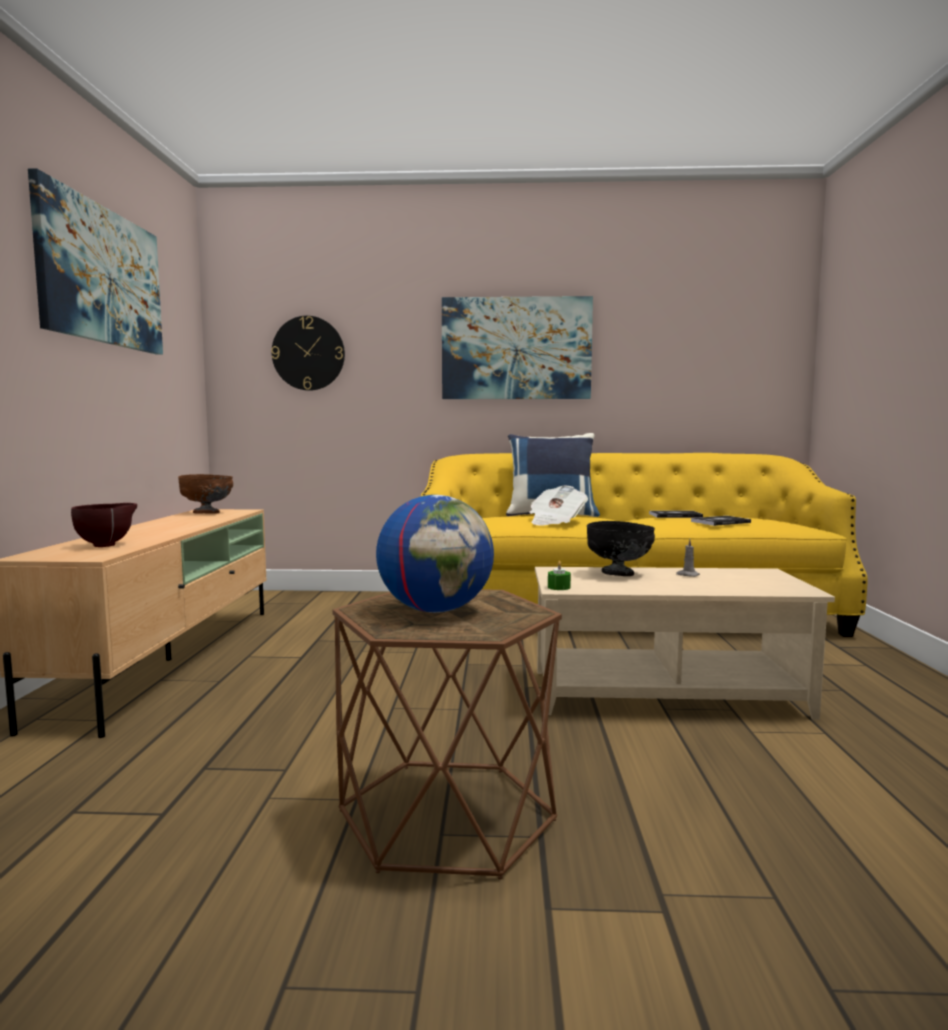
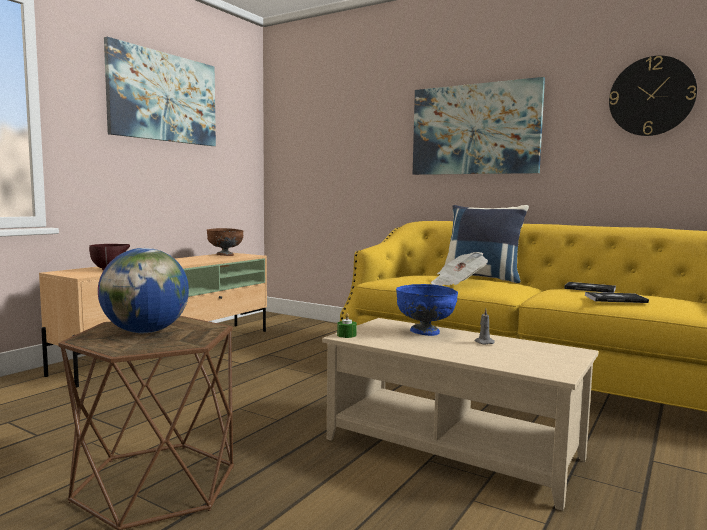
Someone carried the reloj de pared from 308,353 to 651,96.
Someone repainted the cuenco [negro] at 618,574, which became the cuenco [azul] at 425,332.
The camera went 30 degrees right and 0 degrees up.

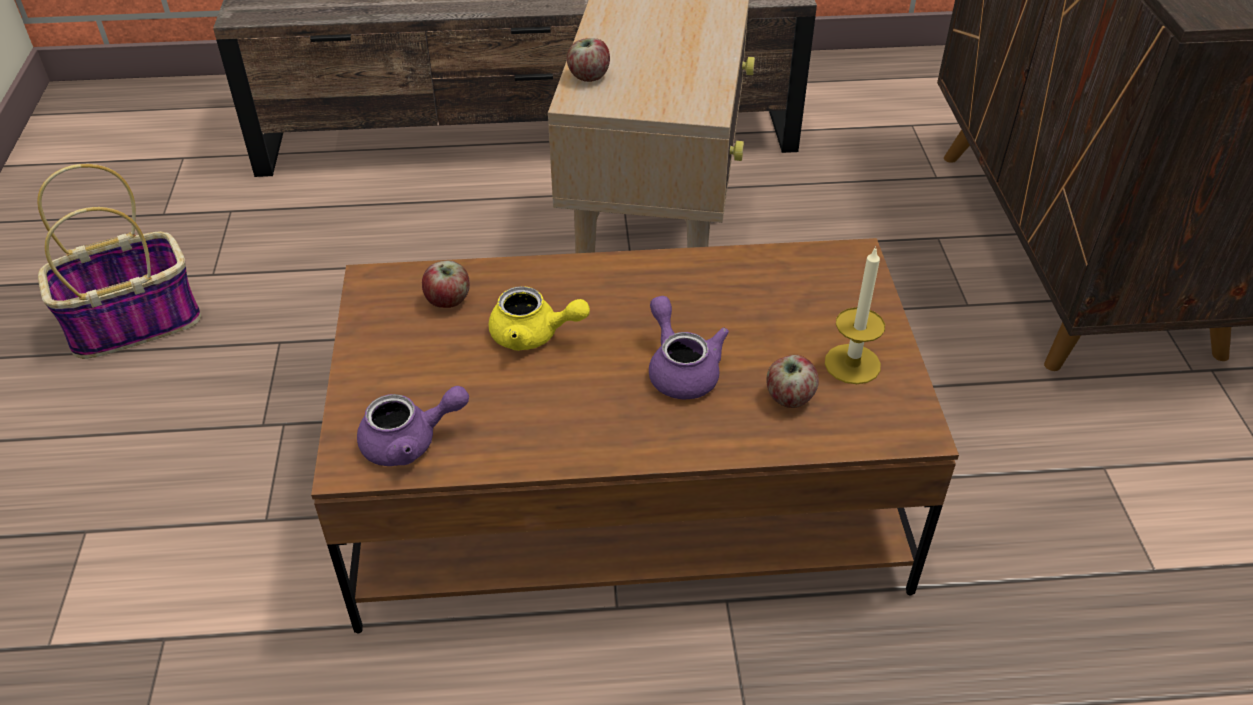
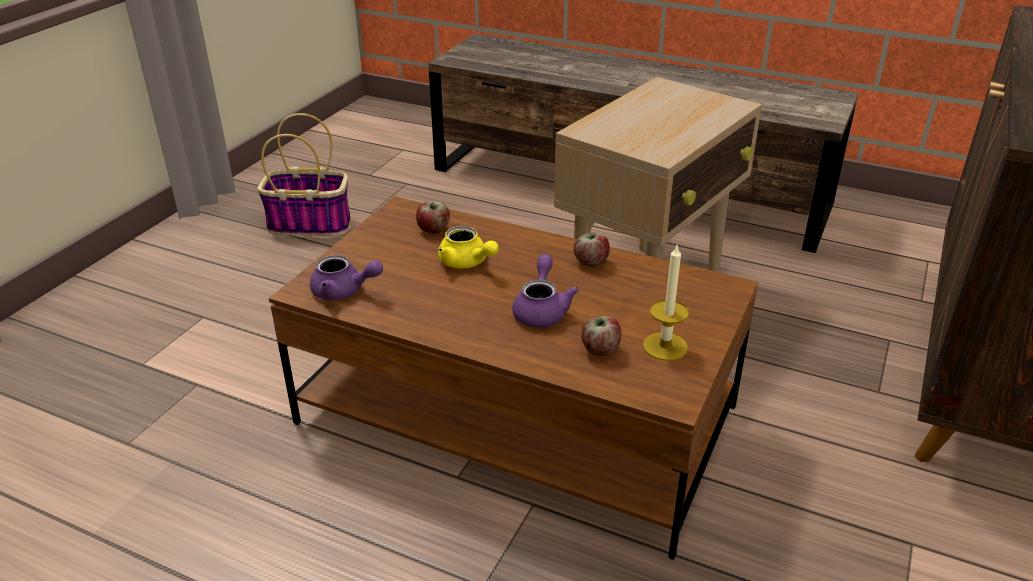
Someone carried the manzana from 588,76 to 591,262.
The camera went 30 degrees right and 10 degrees down.

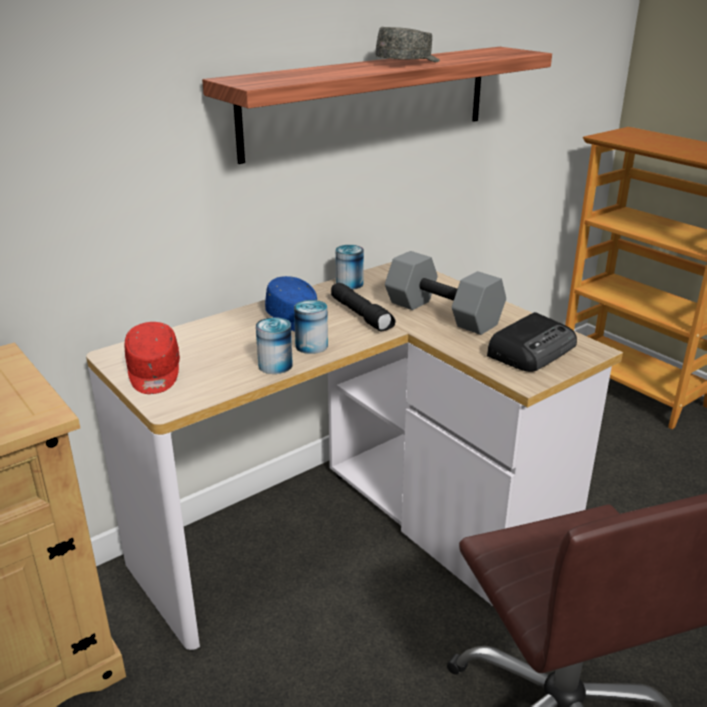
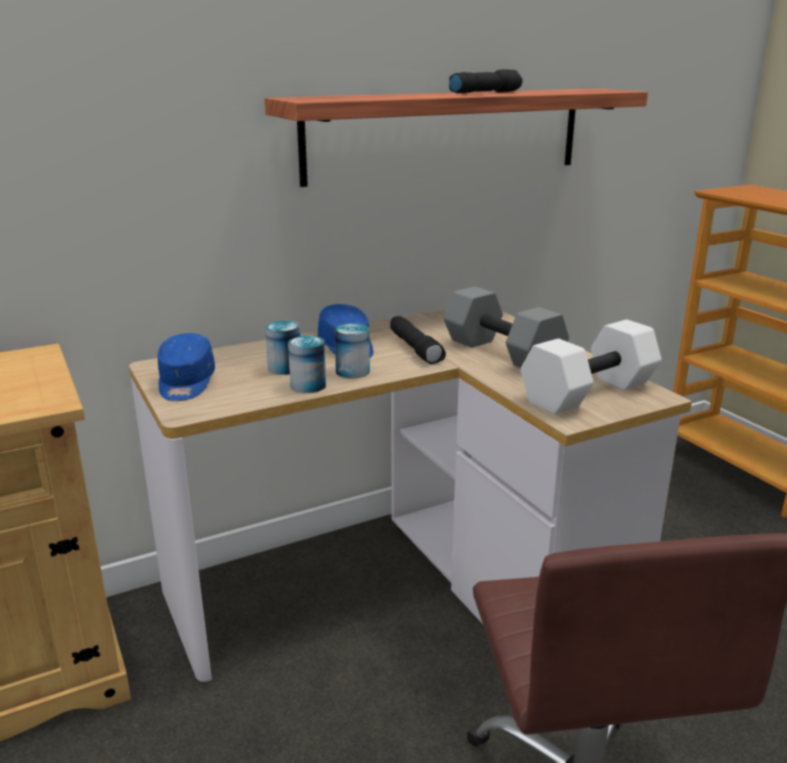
Someone carried the lata from 349,284 to 285,368.
Someone swapped the gorra [gris] at 409,62 for the linterna [negro] at 485,93.
Someone swapped the radio at 532,350 for the mancuerna [blanco] at 588,391.
Someone repainted the gorra [rojo] at 154,373, which became the gorra [azul] at 186,383.
The camera went 10 degrees right and 5 degrees down.

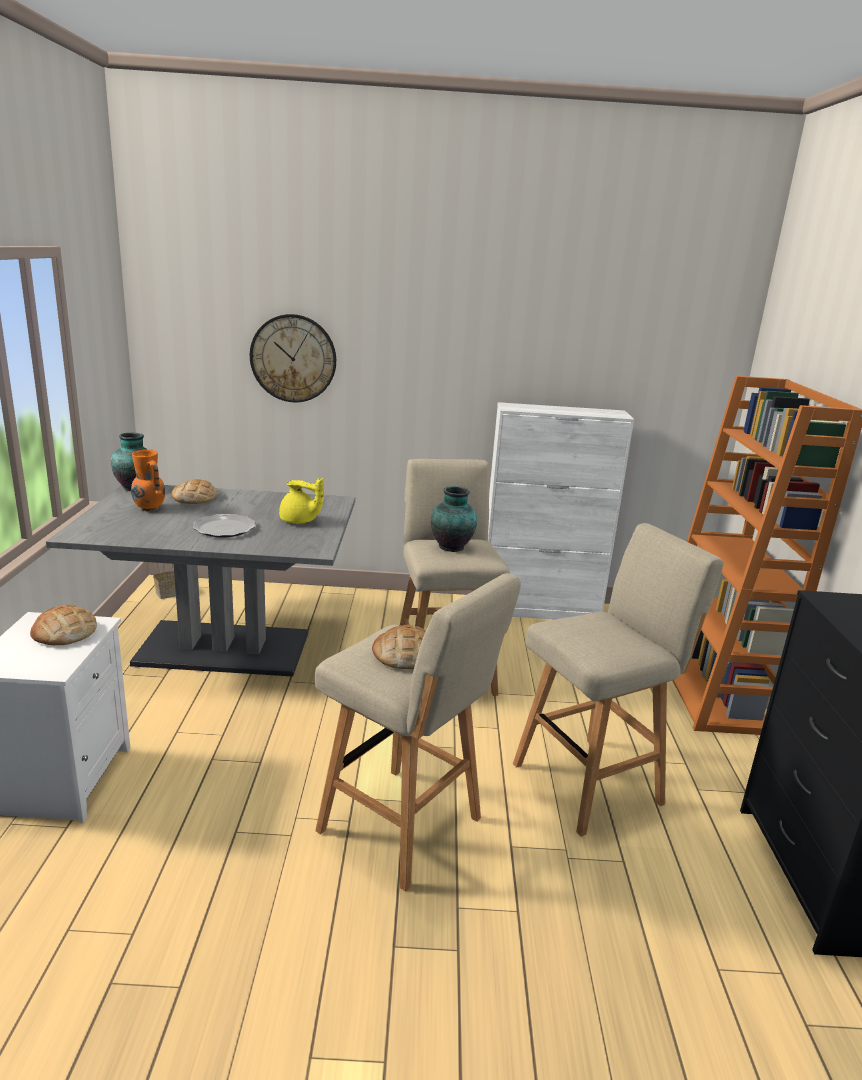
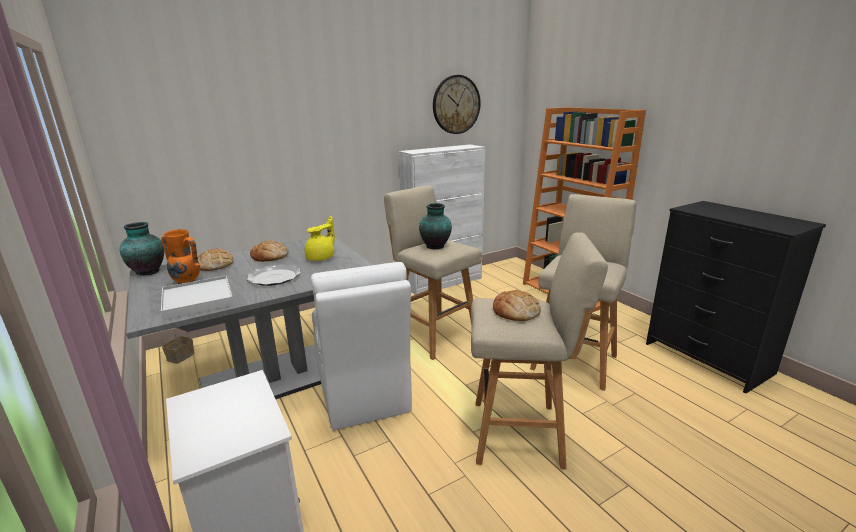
Someone put down the bandeja [blanco] at 198,300.
Someone put down the silla [blanco] at 363,393.
Someone carried the pan from 64,632 to 270,256.
Someone carried the reloj de pared from 293,358 to 456,104.
Someone rotated the tetera [amarillo] at 299,521 by 45 degrees counterclockwise.
The camera went 30 degrees left and 0 degrees up.

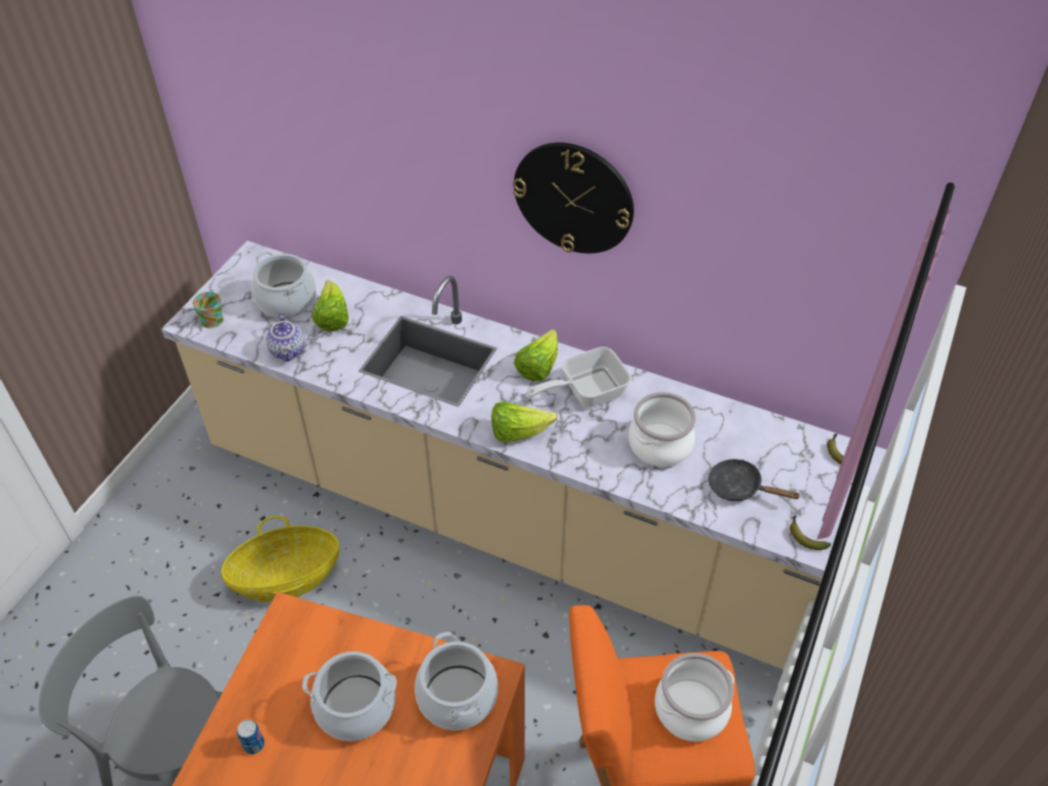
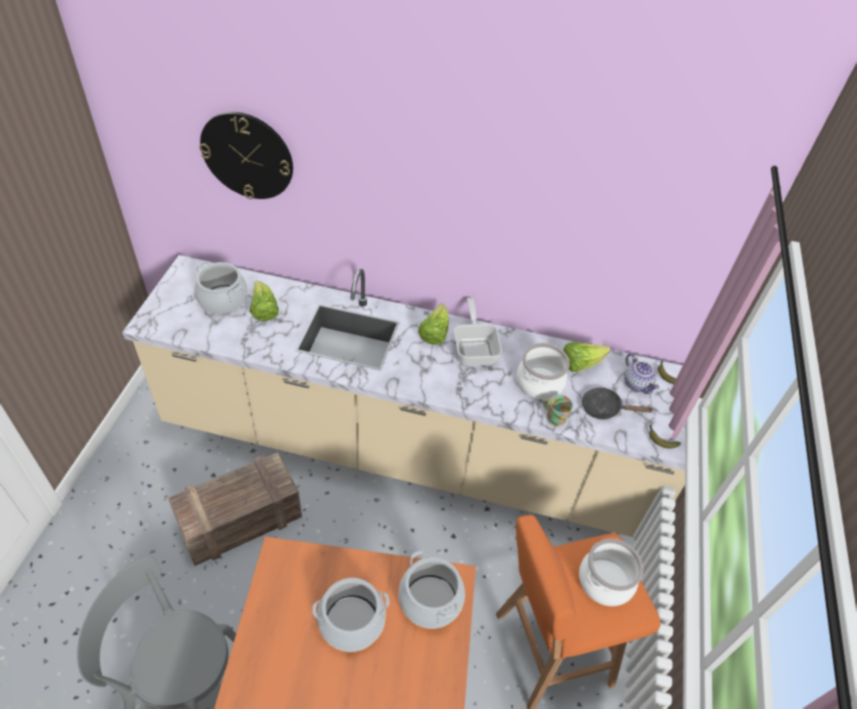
Someone took away the lata at 254,744.
Someone carried the taza grande from 210,318 to 553,416.
Someone carried the tetera from 289,351 to 637,384.
Someone carried the lechuga from 518,432 to 580,364.
Someone carried the reloj de pared from 574,198 to 247,156.
Someone swapped the cesta at 286,577 for the caja de embalaje at 242,520.
Someone rotated the sartén at 586,391 by 120 degrees clockwise.
The camera went 15 degrees left and 0 degrees up.

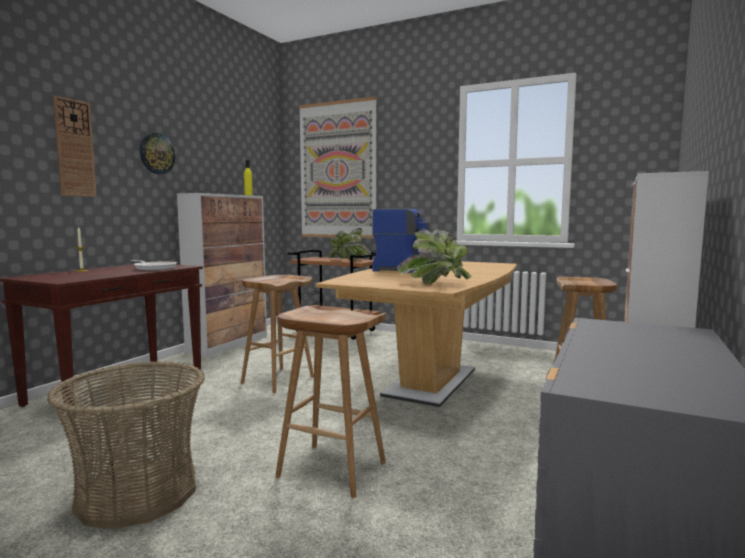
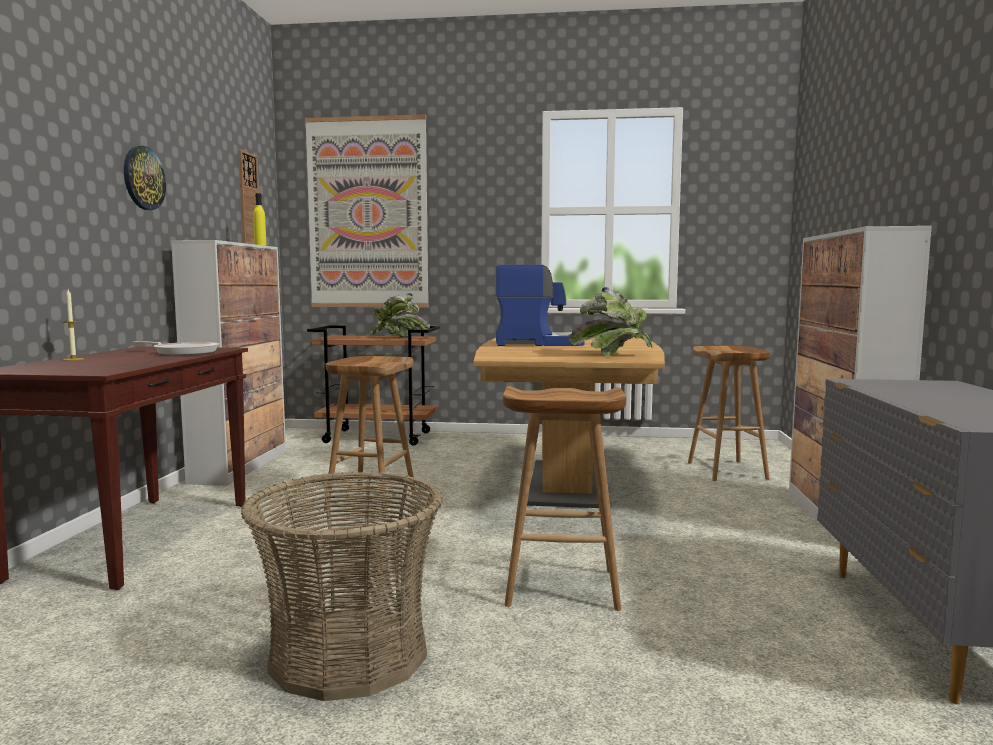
Someone carried the reloj de pared from 74,148 to 248,201.
The camera went 20 degrees left and 0 degrees up.

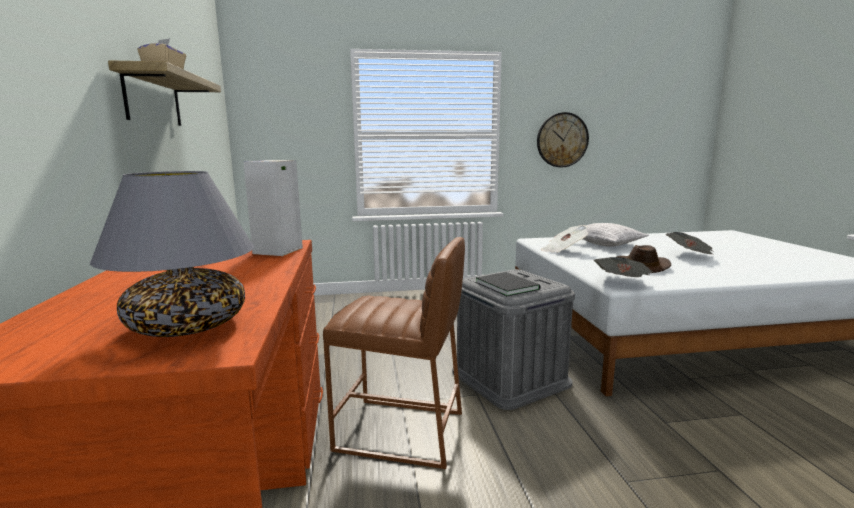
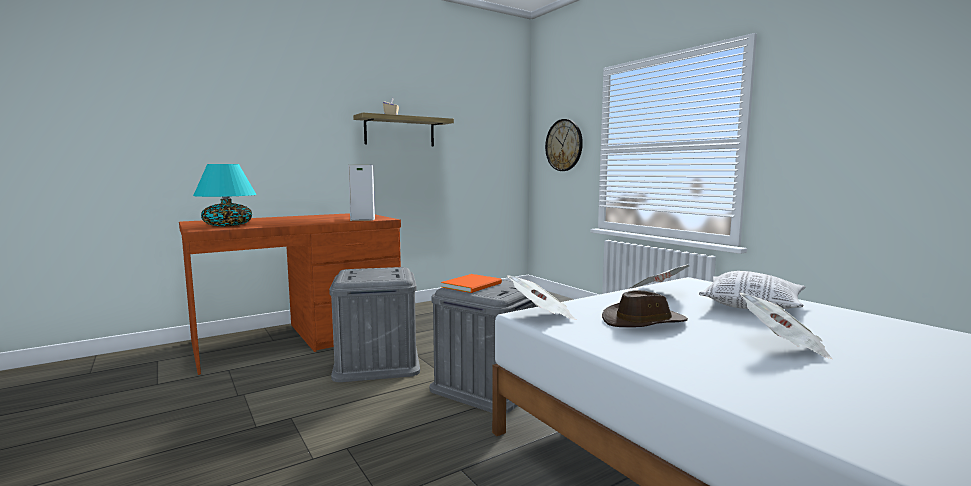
Someone carried the reloj de pared from 562,140 to 564,145.
Someone swapped the taburete [marrón] at 401,432 for the caja de almacenaje [gris] at 377,362.
Someone repainted the lámpara de mesa [gris] at 187,326, which became the lámpara de mesa [turquesa] at 227,225.
Someone repainted the libro [negro] at 507,285, which became the libro [naranja] at 473,285.
The camera went 65 degrees right and 5 degrees down.

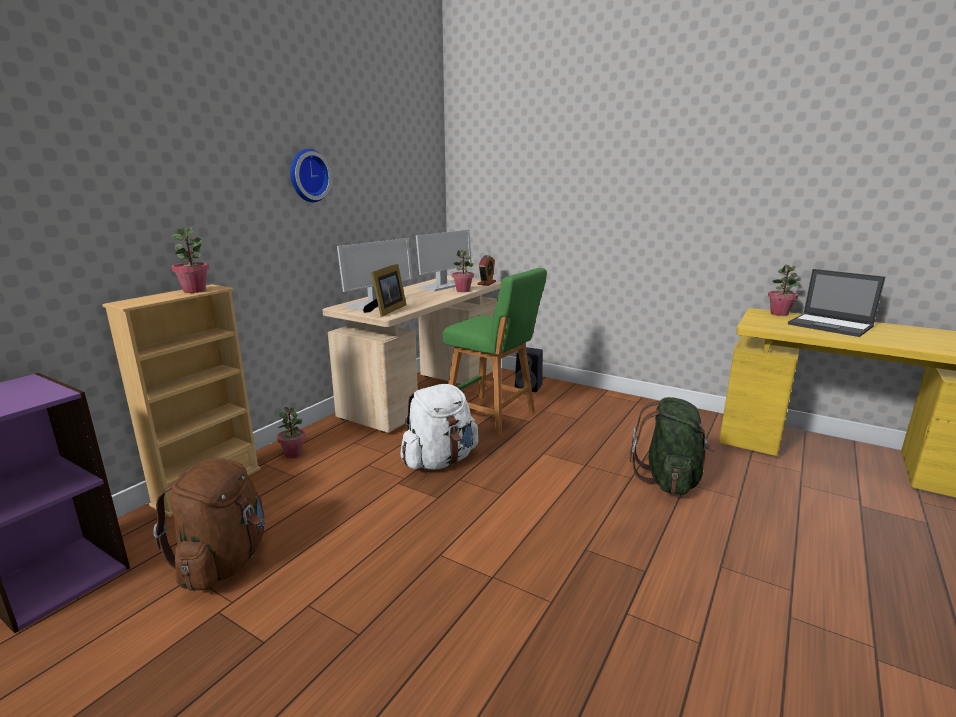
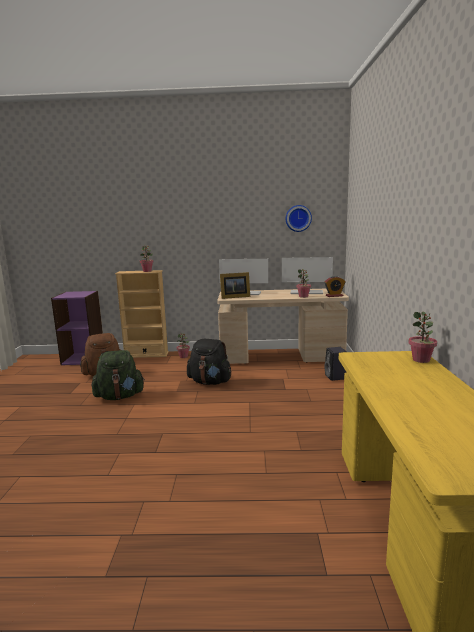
Someone took away the taburete [verde] at 493,416.
Someone took away the portátil at 831,326.
Someone carried the reloj de pared from 308,175 to 298,218.
Someone carried the mochila [verde] from 669,479 to 119,396.
Someone repainted the mochila [blanco] at 440,461, which became the mochila [negro] at 210,382.
The camera went 60 degrees right and 5 degrees down.

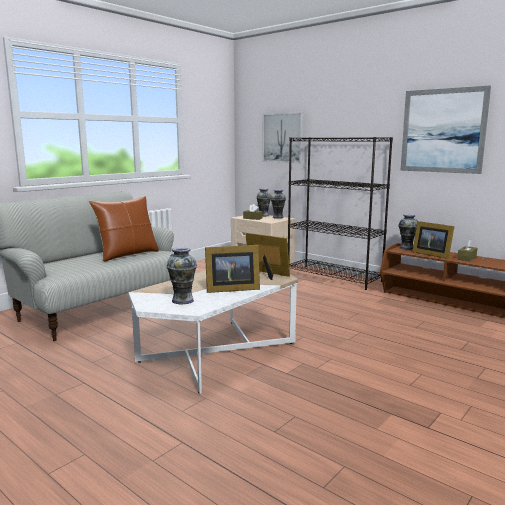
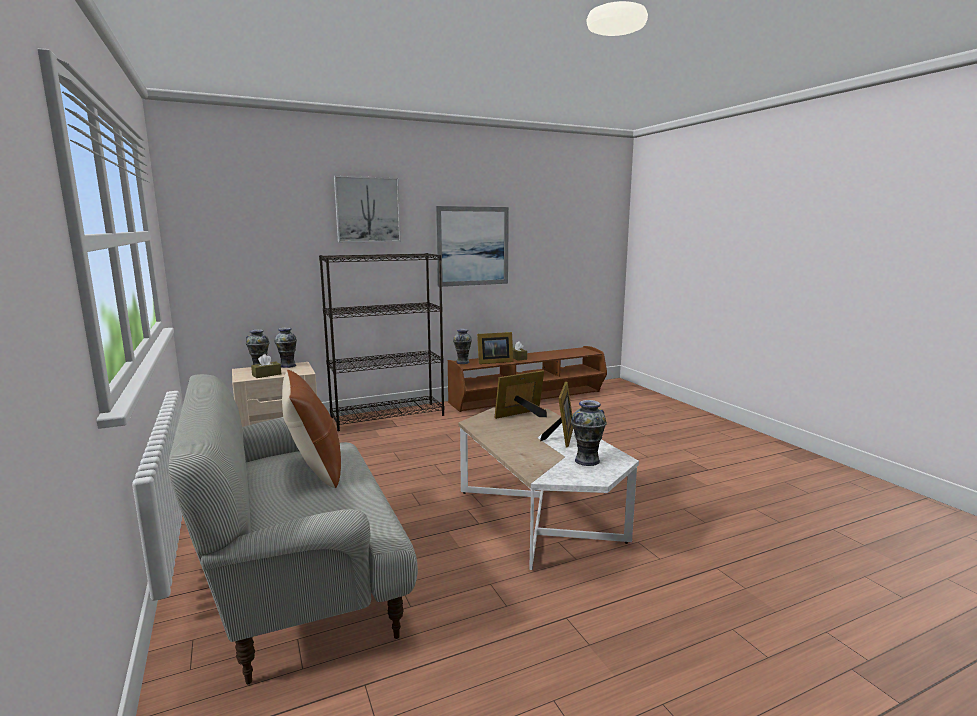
Someone carried the cuadro from 283,138 to 367,209.
The camera went 65 degrees left and 0 degrees up.

